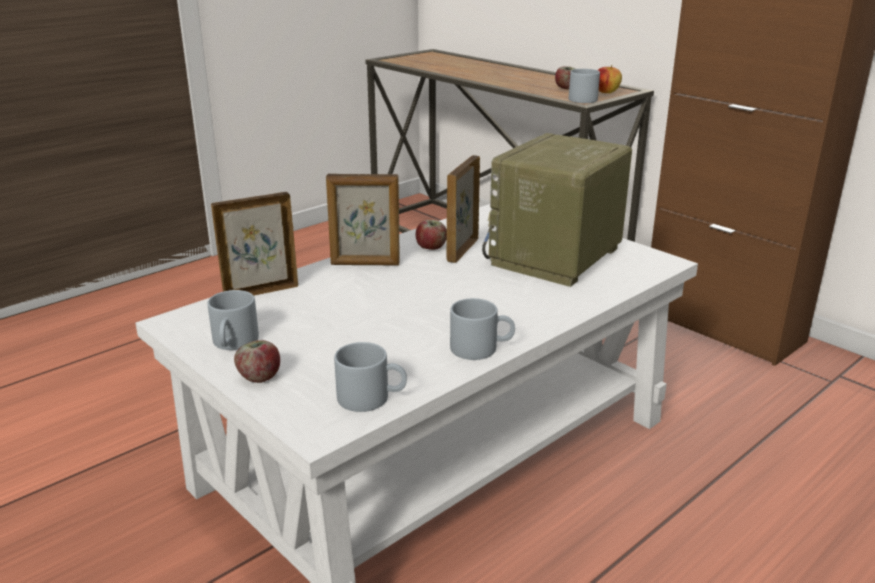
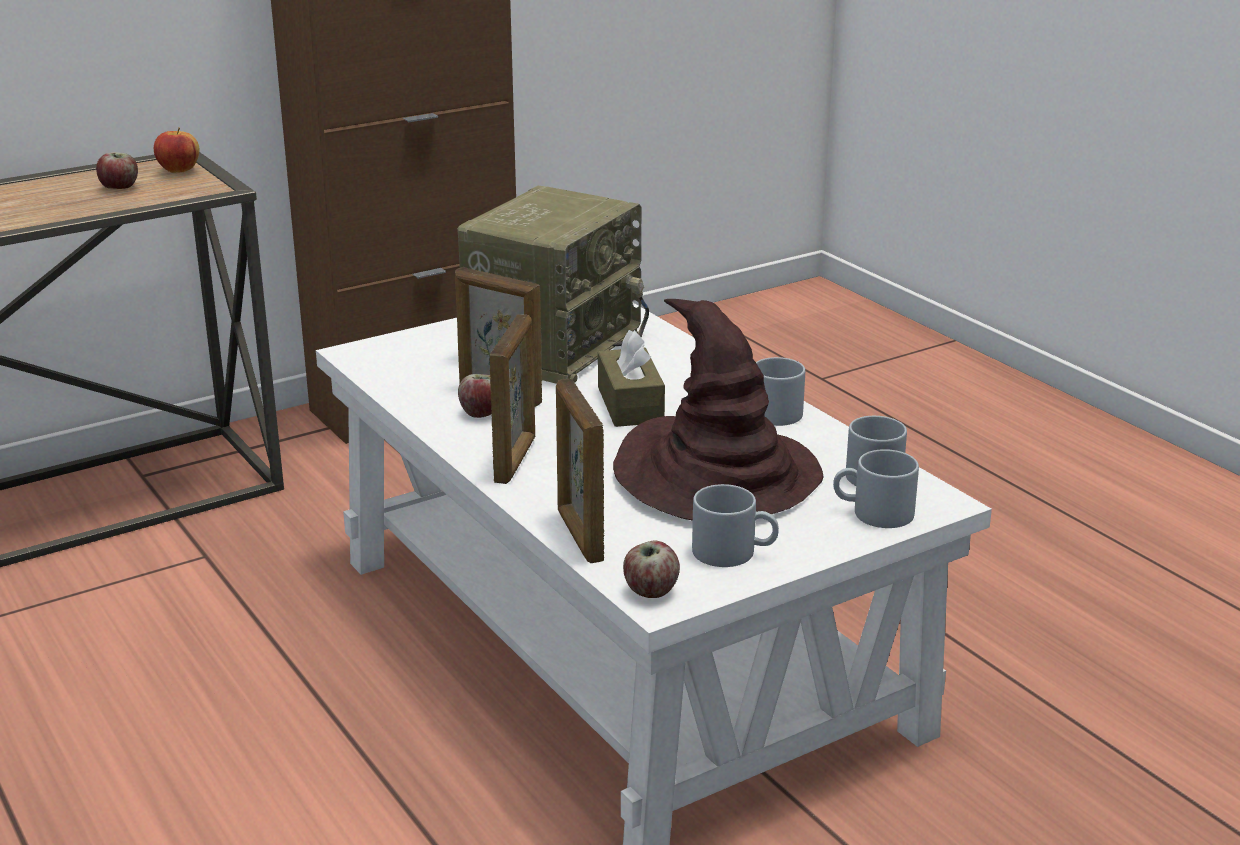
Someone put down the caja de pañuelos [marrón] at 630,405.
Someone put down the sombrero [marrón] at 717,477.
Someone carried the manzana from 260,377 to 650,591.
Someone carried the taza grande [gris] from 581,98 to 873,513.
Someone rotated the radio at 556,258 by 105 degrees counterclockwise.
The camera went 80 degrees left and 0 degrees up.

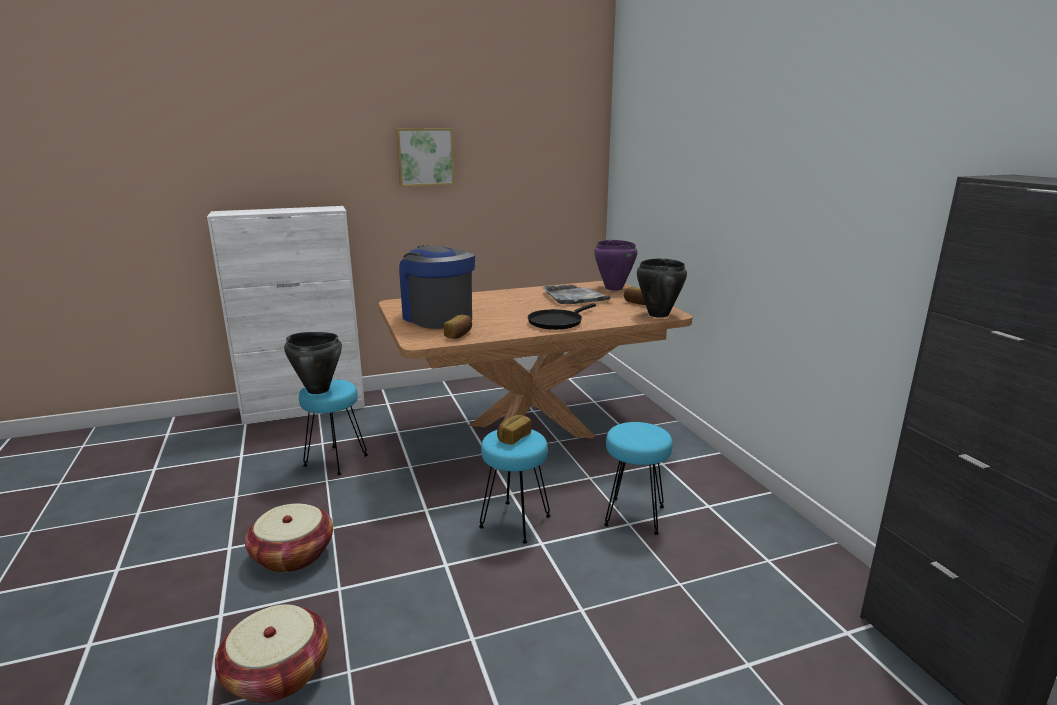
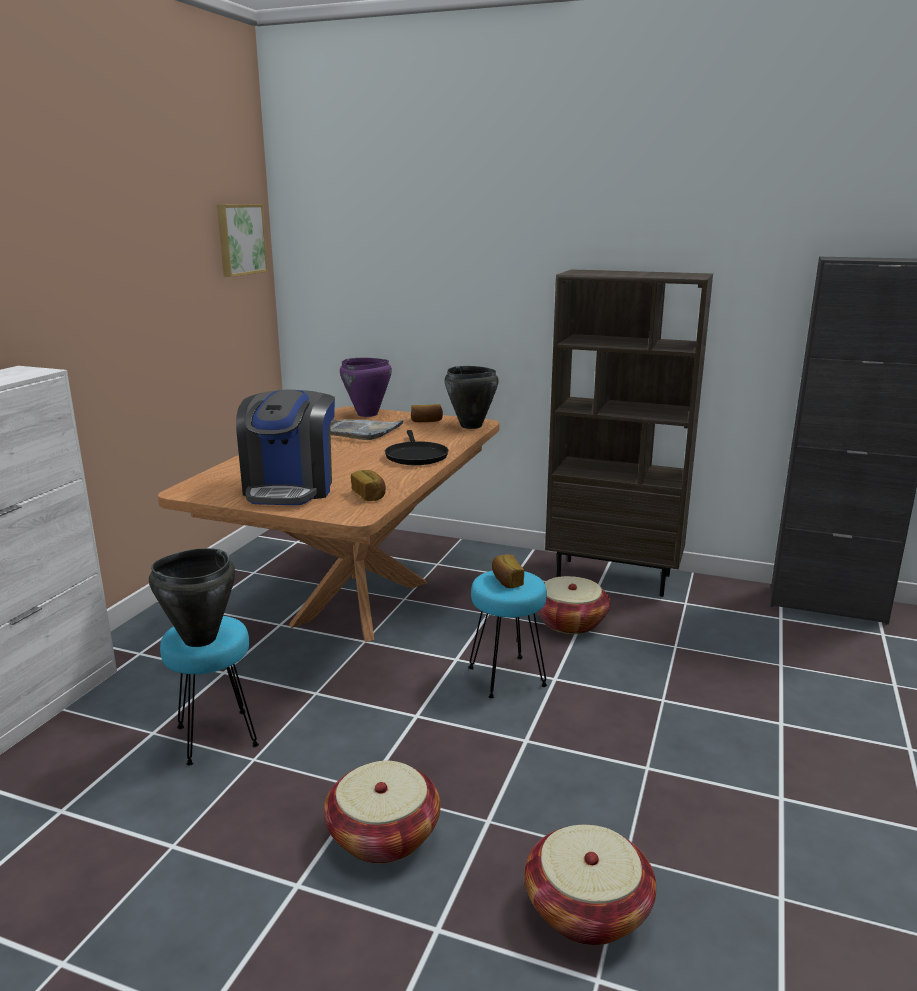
Someone put down the estantería [marrón] at 614,577.
Someone carried the cuadro from 425,157 to 240,239.
Someone swapped the taburete [turquesa] at 633,515 for the cesta at 570,622.
Someone rotated the cafetera at 437,317 by 90 degrees counterclockwise.
The camera went 50 degrees left and 0 degrees up.

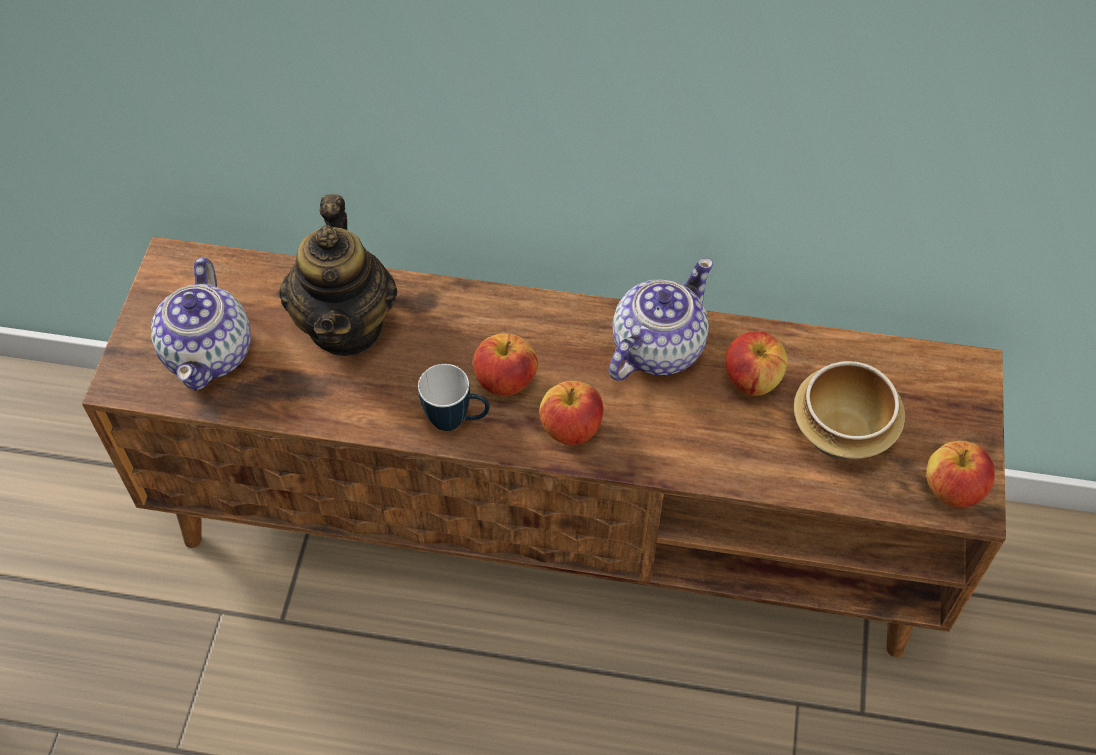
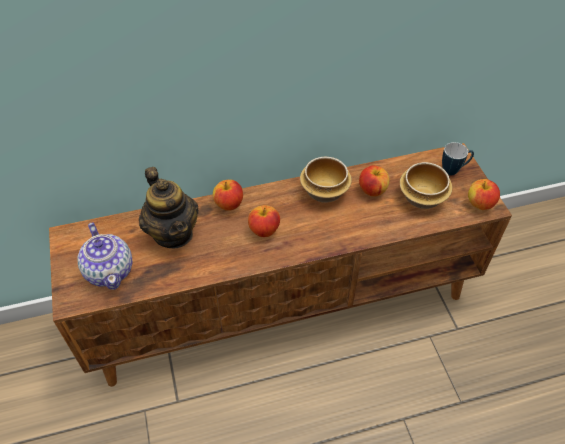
Someone carried the taza grande from 457,421 to 454,170.
Someone carried the manzana from 571,429 to 229,204.
Someone swapped the tetera at 656,348 for the cuenco at 323,192.
The camera went 25 degrees left and 5 degrees down.

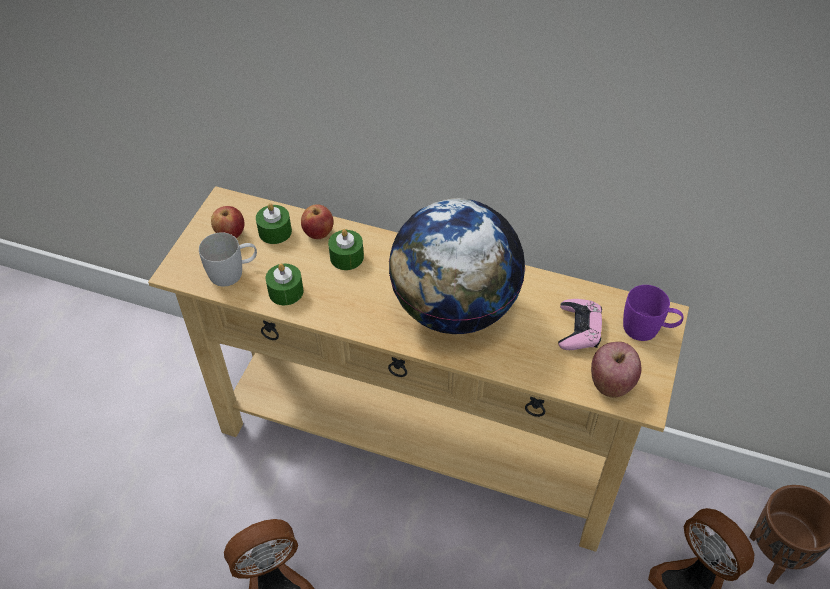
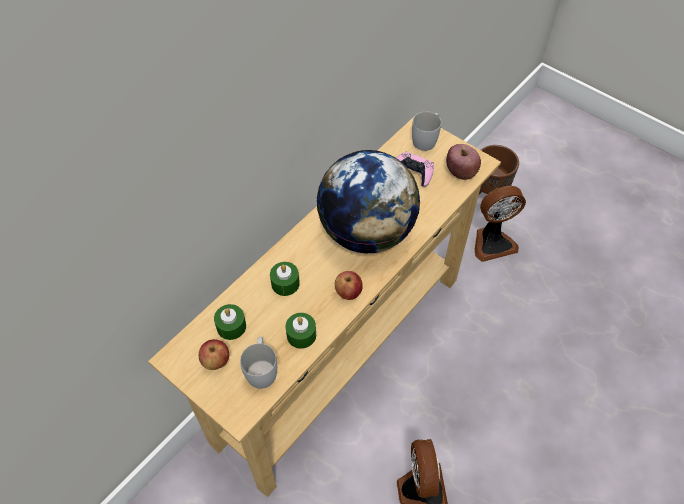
Someone carried the manzana from 319,233 to 348,292.
Someone repainted the taza grande [morado] at 648,329, which became the taza grande [blanco] at 426,139.
The camera went 70 degrees left and 5 degrees up.

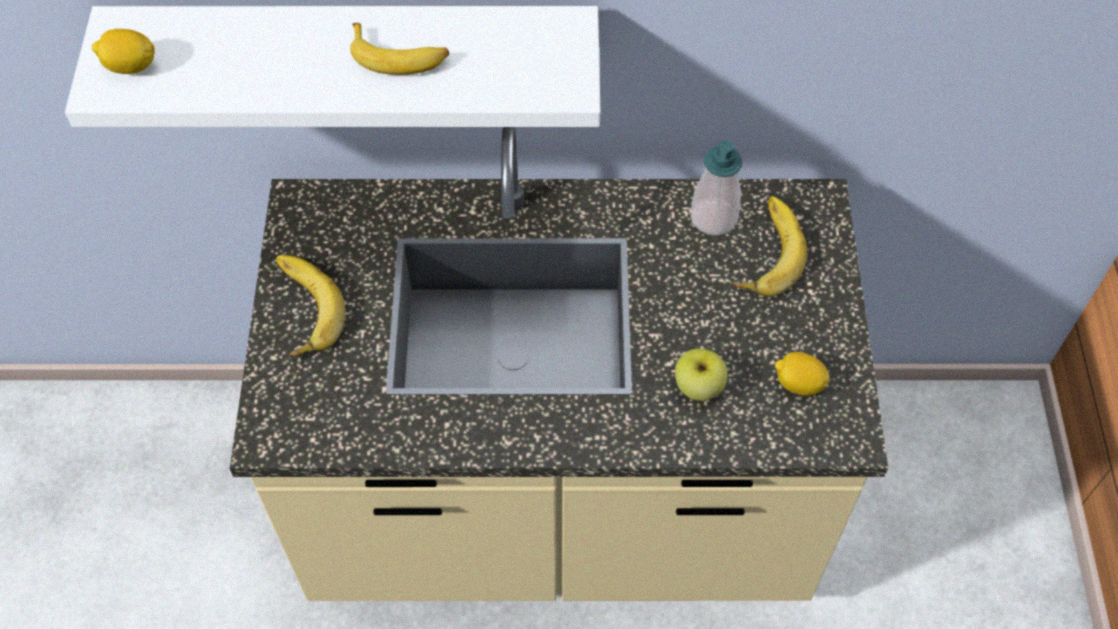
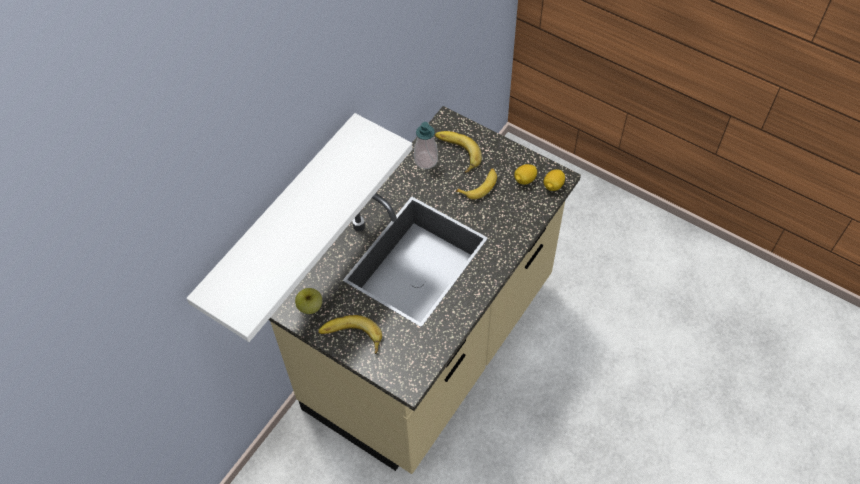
Someone carried the limón from 130,66 to 553,185.
Someone carried the plátano from 399,57 to 479,186.
Someone carried the manzana from 698,387 to 310,307.
The camera went 55 degrees left and 0 degrees up.

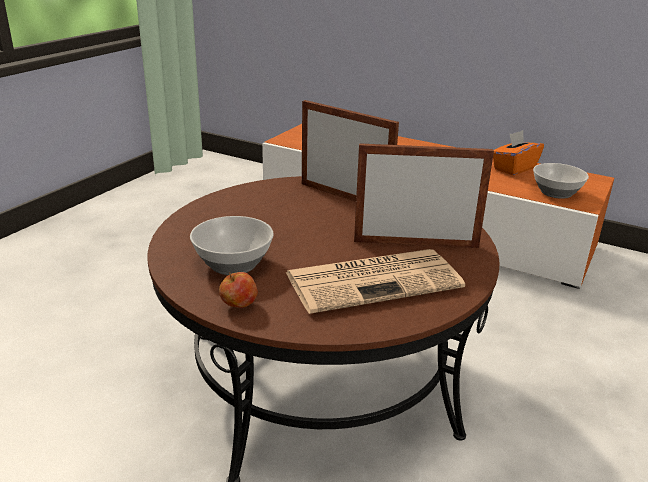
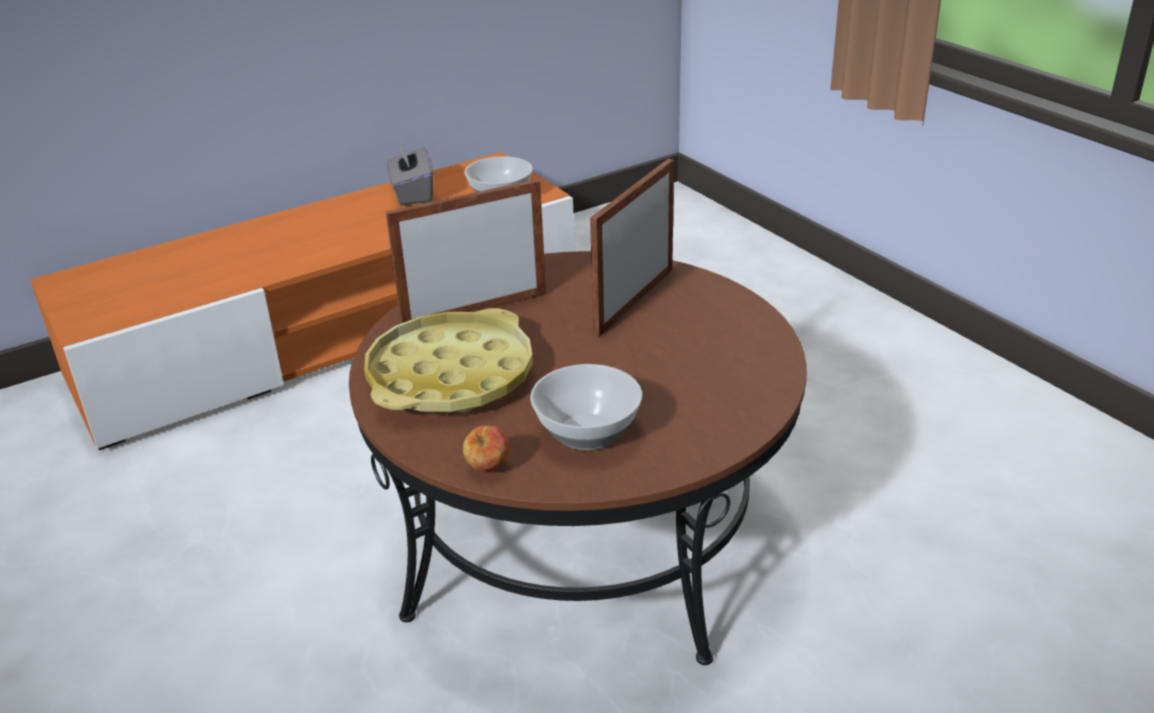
Someone took away the periódico at 375,280.
Someone put down the bandeja [amarillo] at 451,375.
Someone carried the manzana from 239,306 to 488,467.
Someone repainted the caja de pañuelos [naranja] at 514,168, which became the caja de pañuelos [gris] at 412,194.
The camera went 60 degrees left and 5 degrees up.

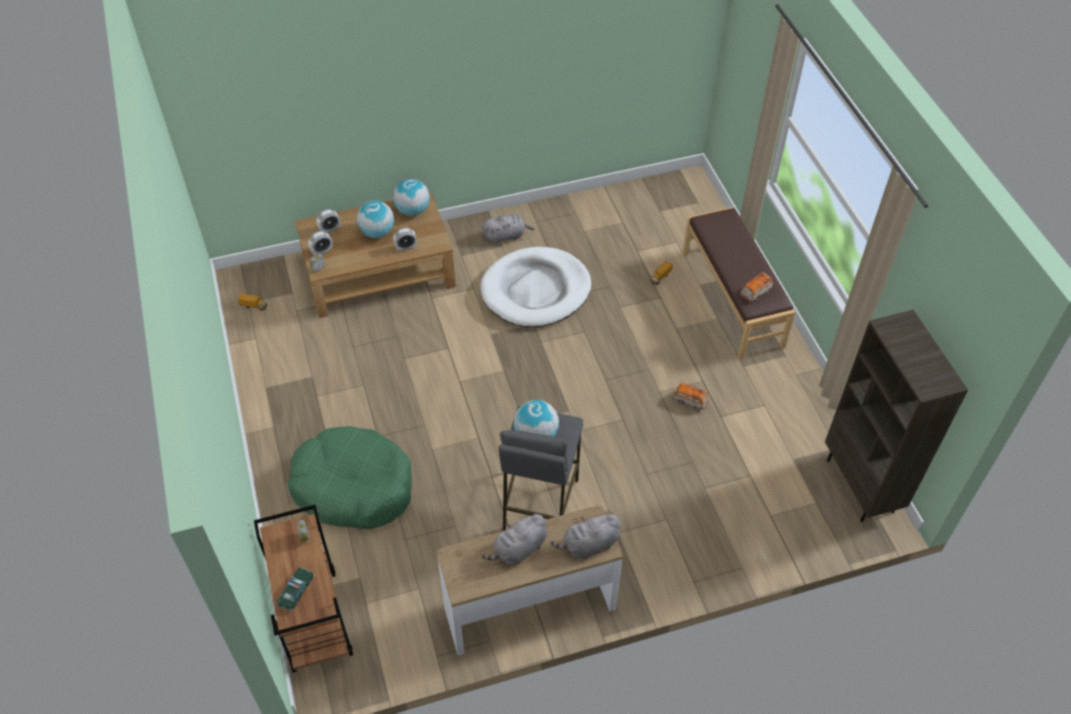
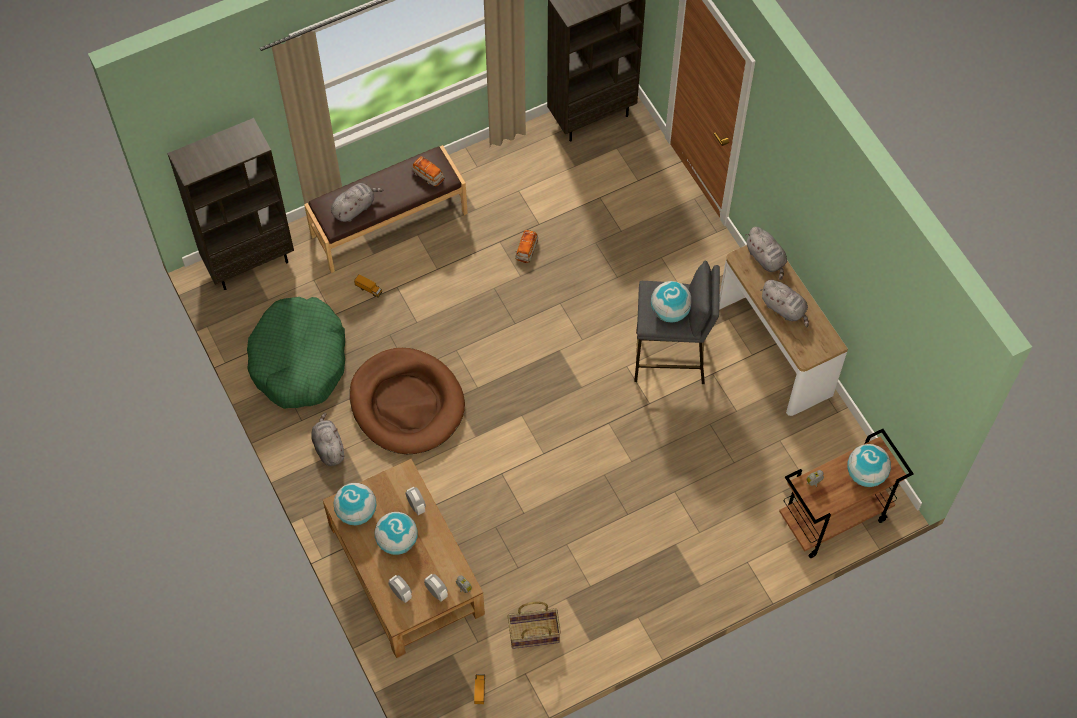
Someone put down the estantería [marrón] at 250,262.
Someone put down the peluche [gris] at 355,208.
Someone put down the cesta at 533,634.
Someone carried the cama para perro [verde] from 353,486 to 299,360.
Someone swapped the coche de juguete at 296,591 for the globo terráqueo at 865,474.
Someone repainted the cama para perro [blanco] at 536,290, which became the cama para perro [marrón] at 407,403.
The camera went 100 degrees left and 10 degrees up.

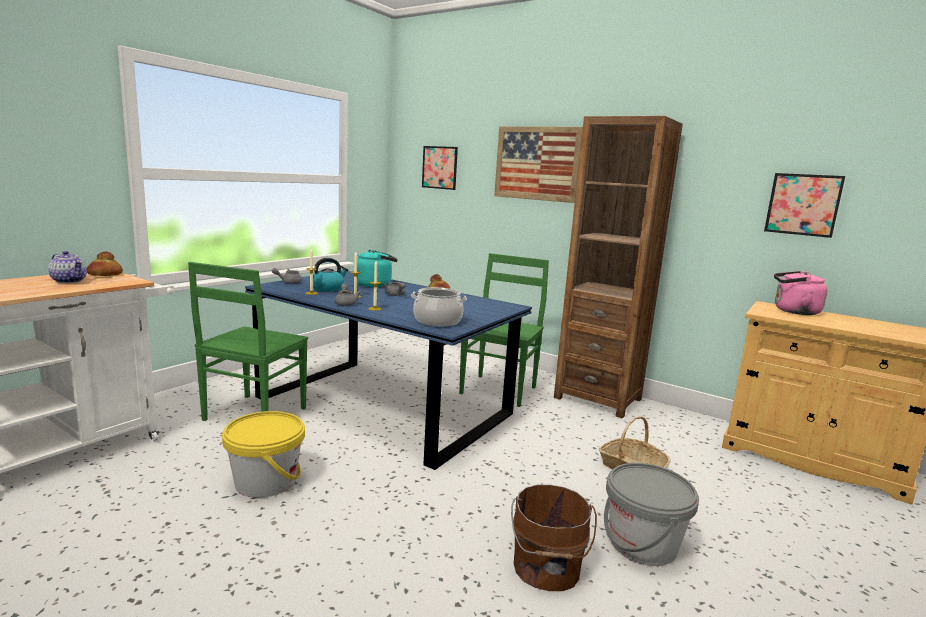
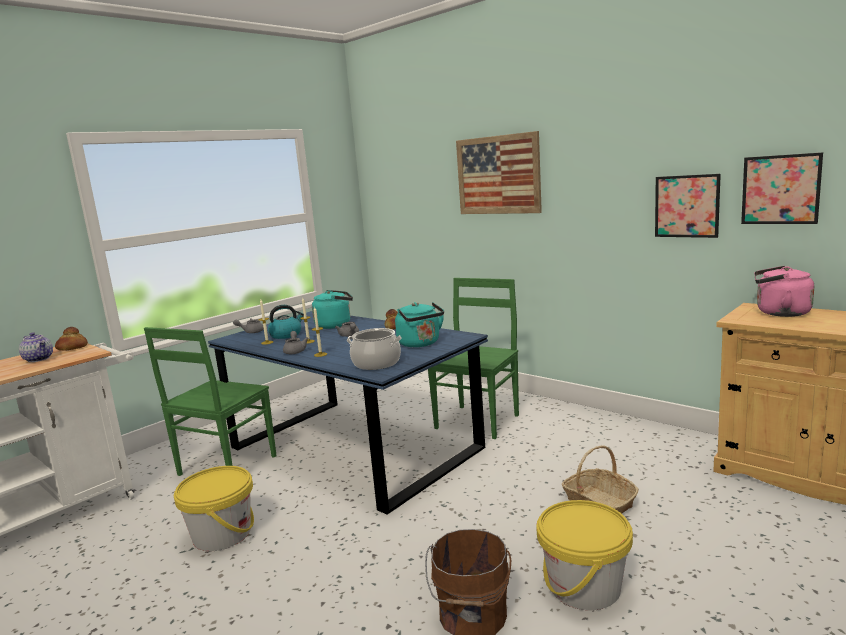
Someone took away the estantería [marrón] at 598,398.
Someone put down the hervidor [turquesa] at 420,344.
Someone carried the cuadro from 439,167 to 686,206.
Someone repainted the cubo [gris] at 642,543, which became the cubo [amarillo] at 584,586.
The camera went 10 degrees right and 0 degrees up.

